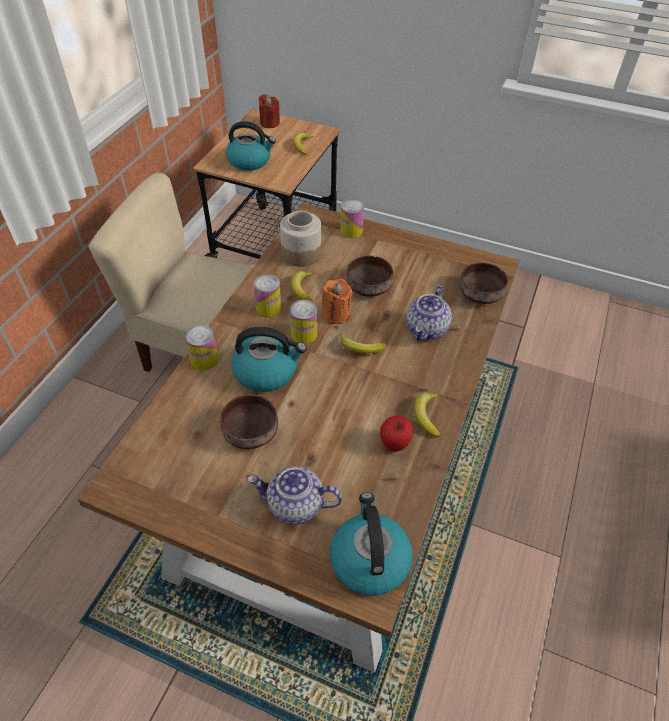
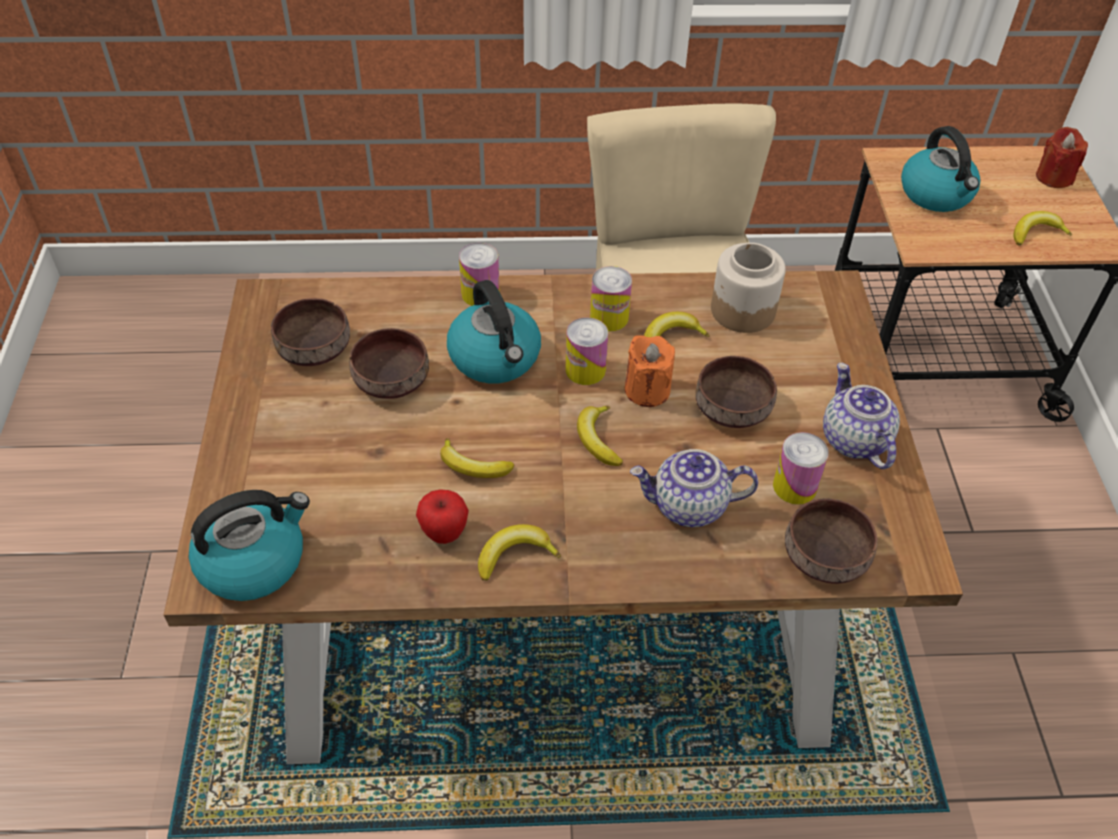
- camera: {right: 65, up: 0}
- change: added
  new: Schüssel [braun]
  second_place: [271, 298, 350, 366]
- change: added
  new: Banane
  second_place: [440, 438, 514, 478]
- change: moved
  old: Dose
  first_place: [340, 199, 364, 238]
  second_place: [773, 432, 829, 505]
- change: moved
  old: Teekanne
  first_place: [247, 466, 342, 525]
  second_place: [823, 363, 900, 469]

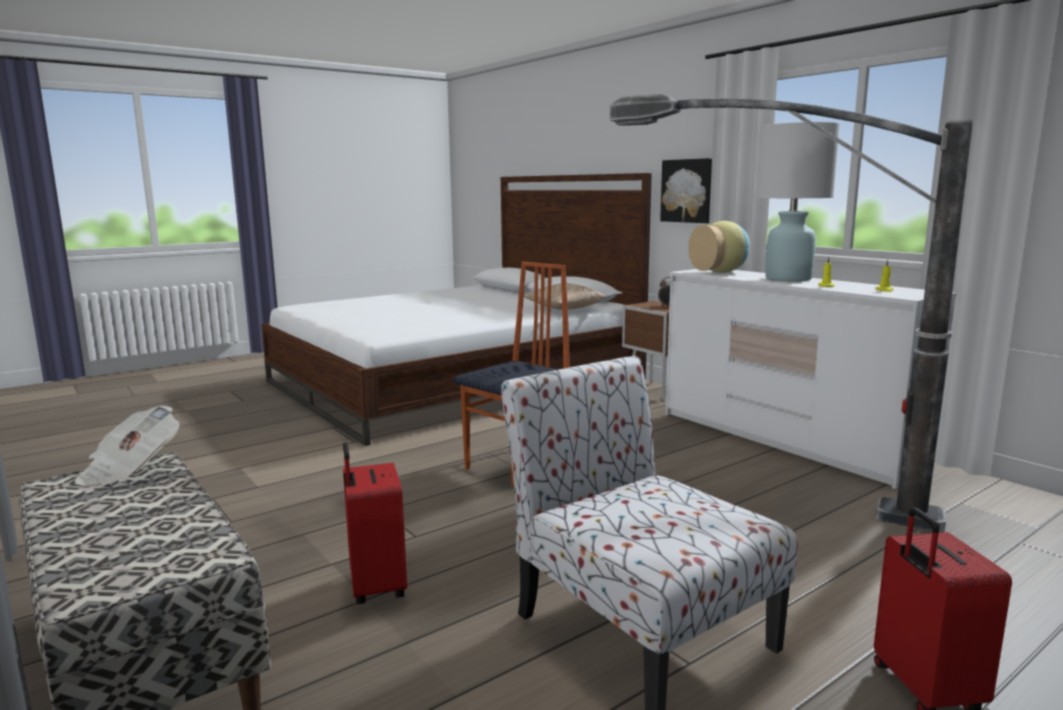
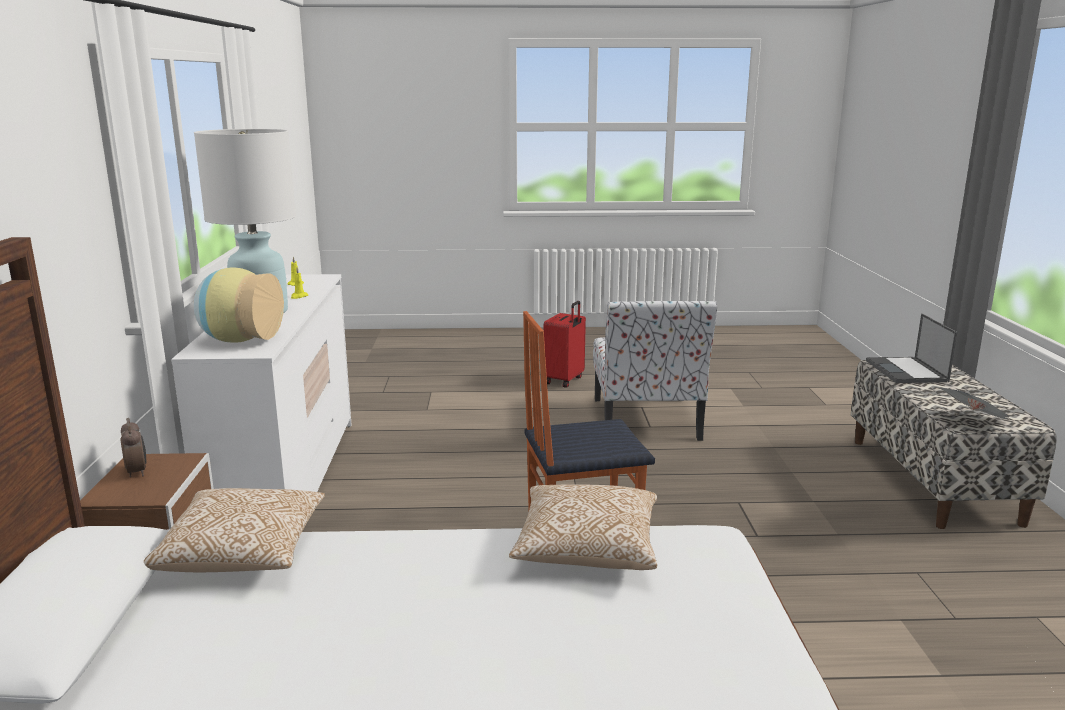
- camera: {right: -145, up: 5}
- change: added
  new: Kissen
  second_place: [509, 484, 657, 570]
- change: added
  new: Laptop
  second_place: [866, 313, 958, 383]
- change: removed
  old: Koffer [rot]
  first_place: [343, 442, 407, 604]
- change: removed
  old: Stehlampe
  first_place: [609, 94, 973, 532]
- change: removed
  old: Bild
  first_place: [660, 158, 712, 223]

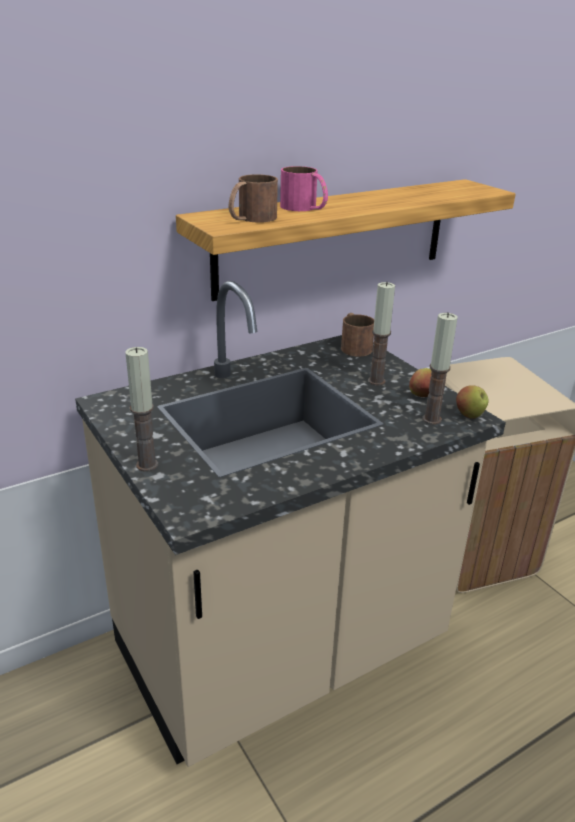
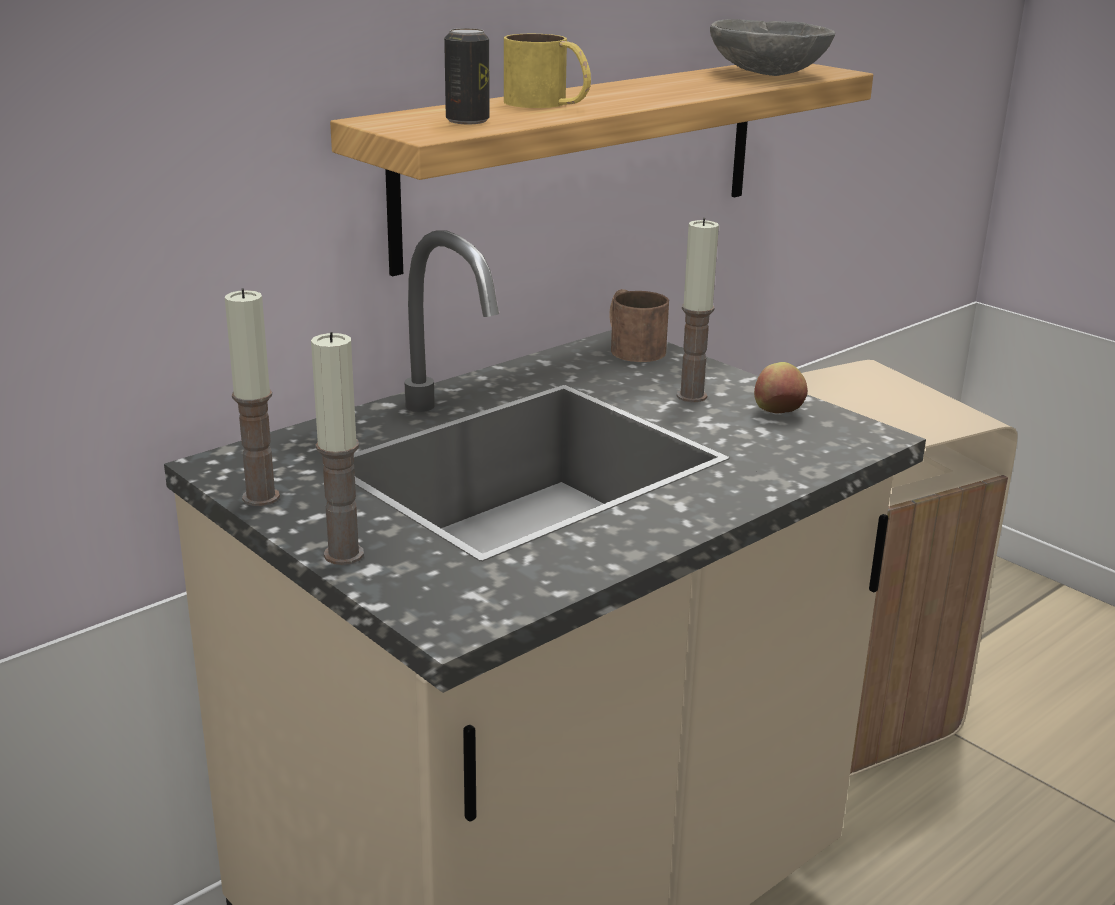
- camera: {right: -10, up: -5}
- change: moved
  old: Kerze
  first_place: [422, 312, 458, 425]
  second_place: [225, 288, 280, 506]
- change: replaced
  old: Henkelbecher [braun]
  new: Dose
  first_place: [229, 174, 278, 223]
  second_place: [444, 28, 490, 124]
- change: recoloured
  old: Henkelbecher [rosa]
  new: Henkelbecher [gelb]
  first_place: [280, 166, 328, 211]
  second_place: [504, 34, 591, 108]
- change: added
  new: Schüssel [grau]
  second_place: [710, 19, 835, 76]
- change: removed
  old: Apfel
  first_place: [456, 385, 489, 419]

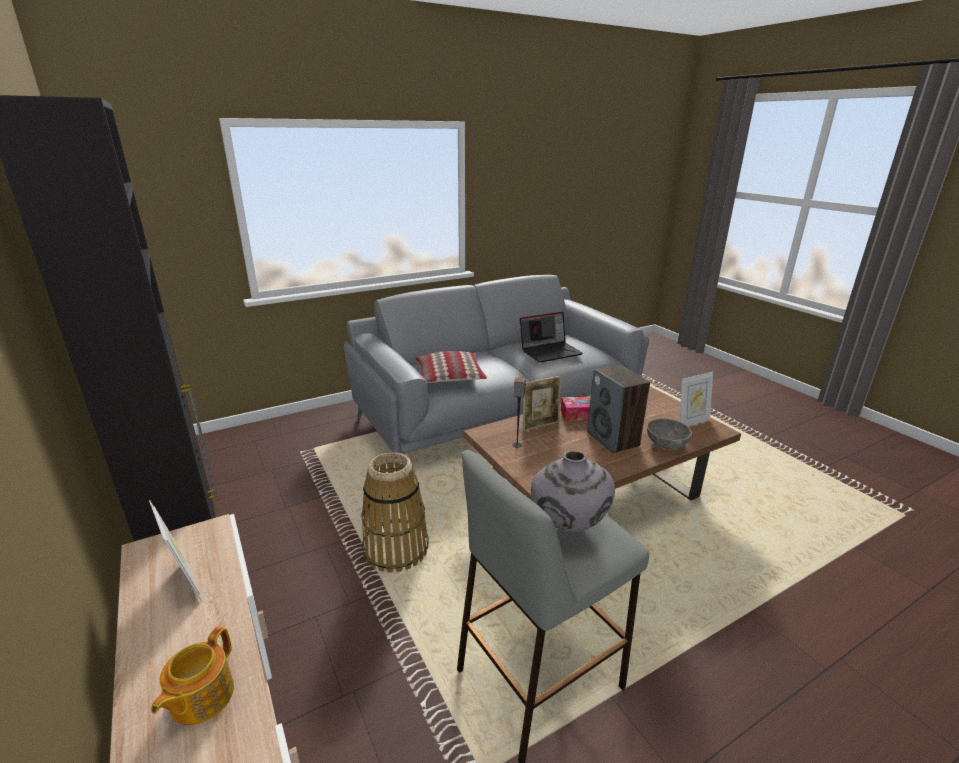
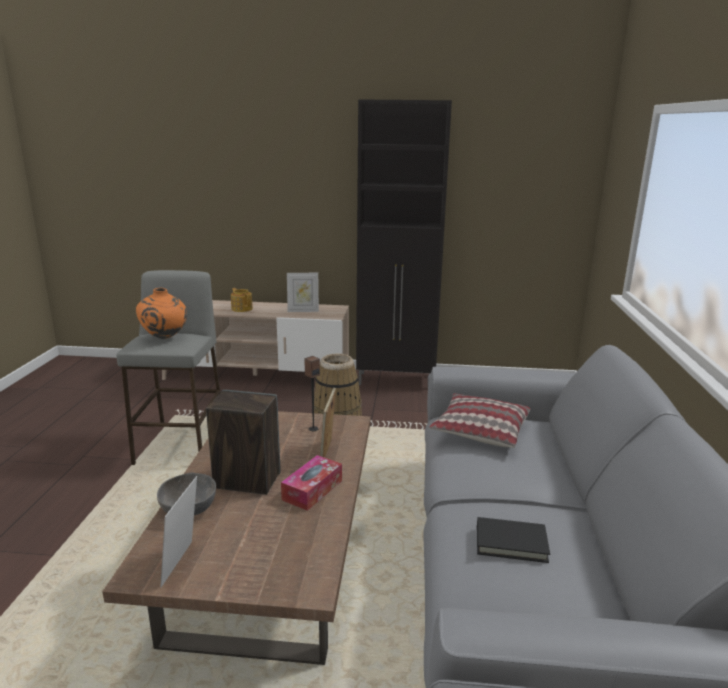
- camera: {right: 125, up: -5}
- change: recoloured
  old: Vase [grau]
  new: Vase [orange]
  first_place: [531, 451, 615, 532]
  second_place: [136, 288, 187, 339]
- change: replaced
  old: Laptop
  new: Buch [schwarz]
  first_place: [520, 312, 583, 363]
  second_place: [477, 517, 550, 563]

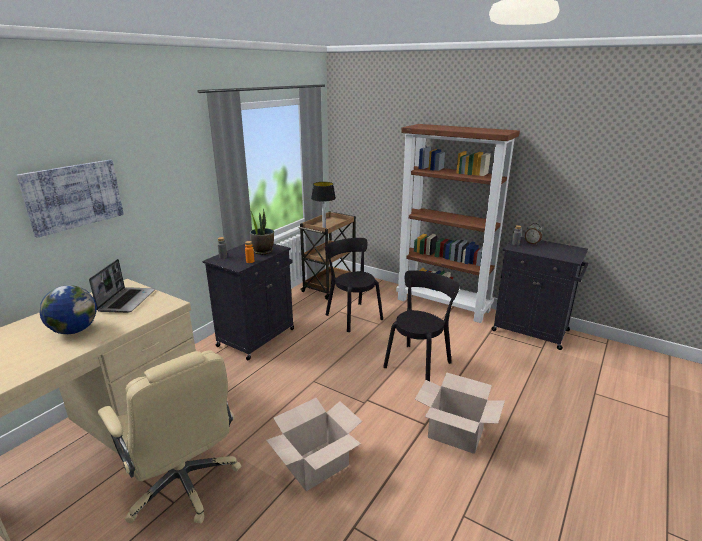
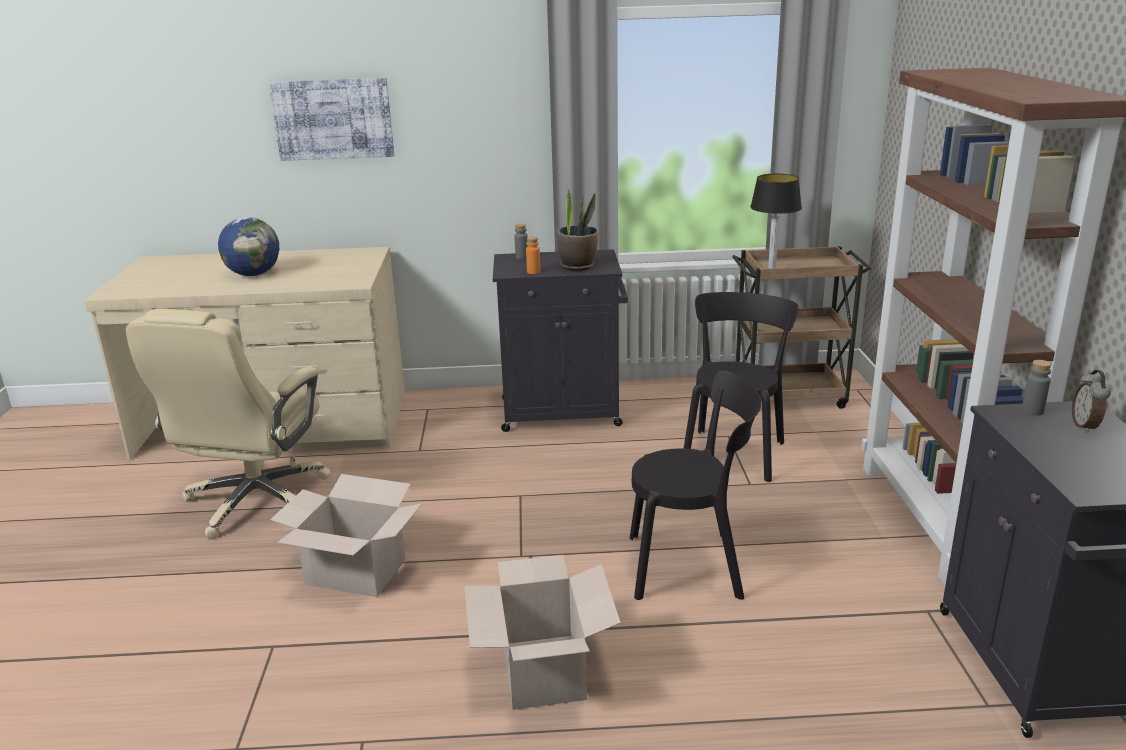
- camera: {right: 55, up: 0}
- change: removed
  old: Laptop
  first_place: [89, 259, 155, 313]

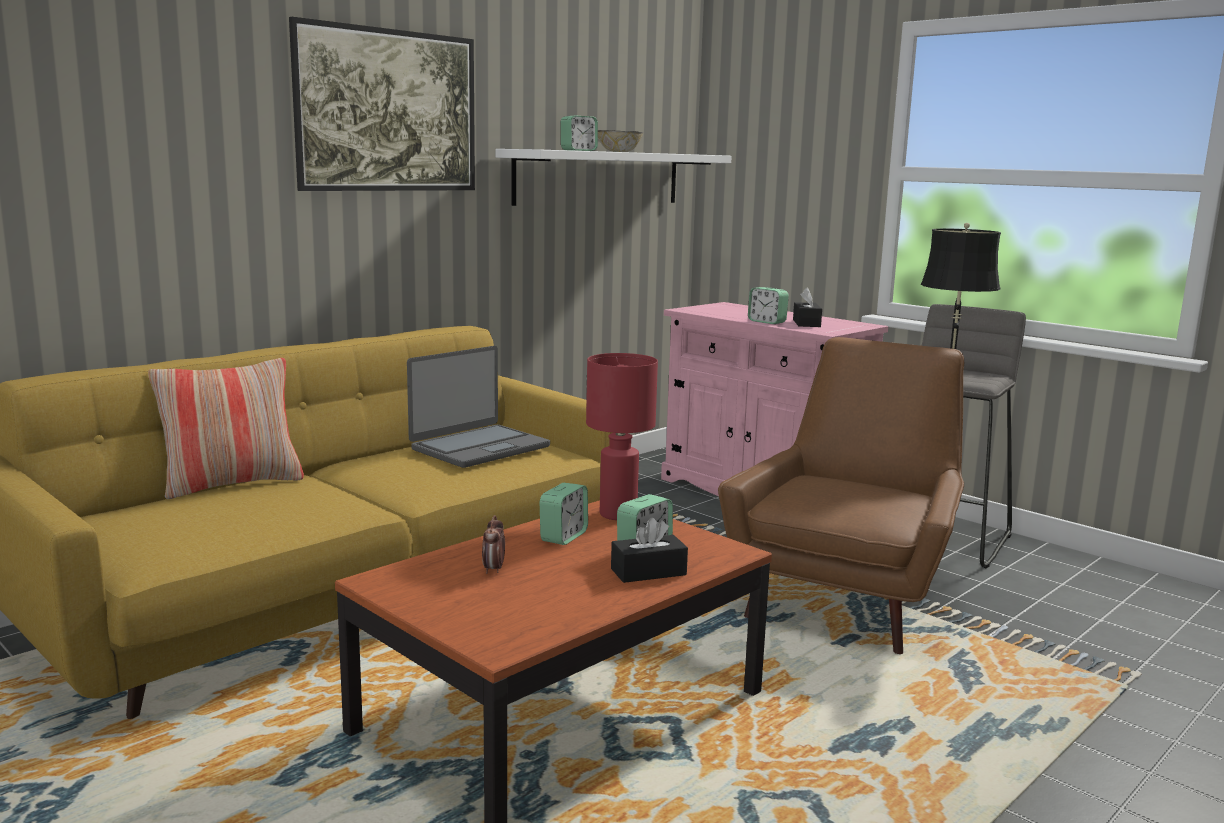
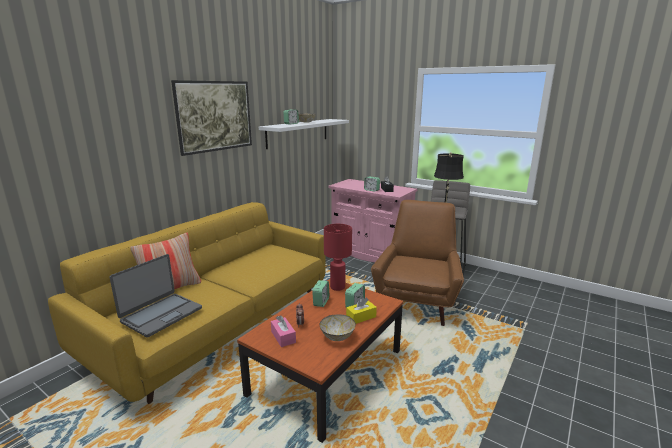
- camera: {right: -10, up: 5}
- change: moved
  old: Laptop
  first_place: [407, 346, 550, 468]
  second_place: [109, 254, 202, 337]
- change: added
  new: Taschentuchbox [rosa]
  second_place: [271, 315, 296, 347]
- change: added
  new: Schüssel
  second_place: [320, 315, 356, 341]
- change: recoloured
  old: Taschentuchbox [schwarz]
  new: Taschentuchbox [gelb]
  first_place: [611, 518, 688, 583]
  second_place: [346, 297, 377, 324]

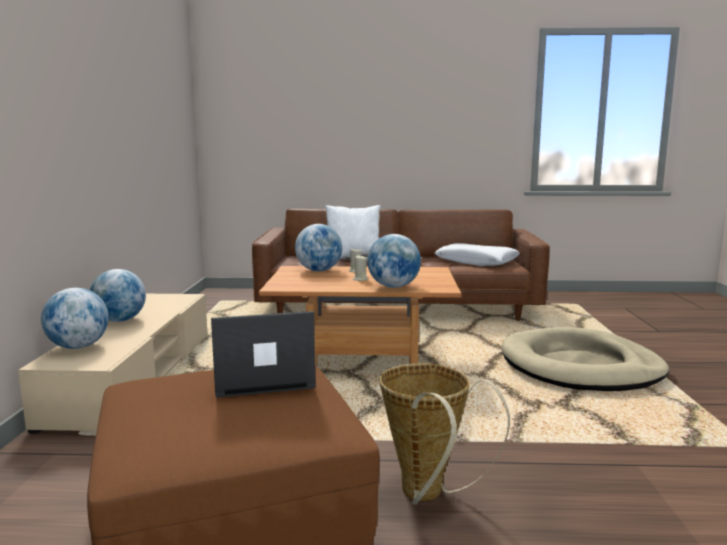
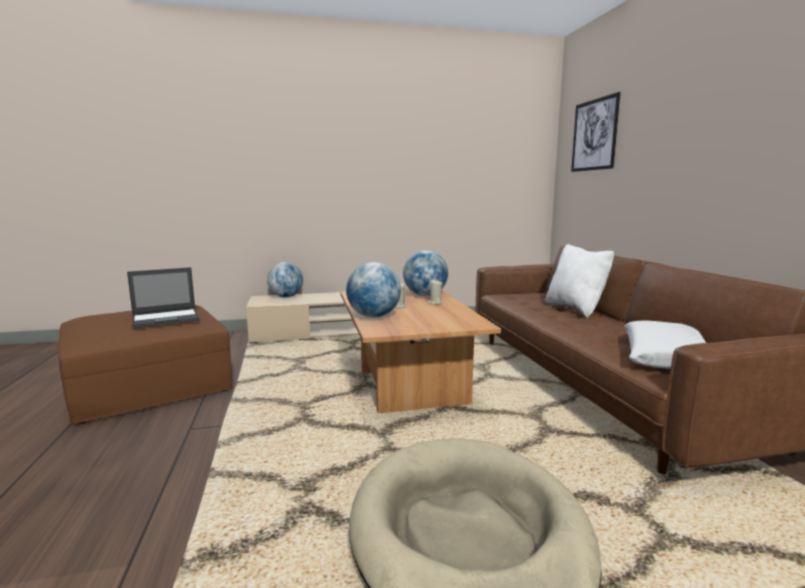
- camera: {right: 75, up: 0}
- change: turned
  old: Laptop
  first_place: [211, 311, 316, 398]
  second_place: [127, 267, 200, 329]
  degrees: 90
- change: added
  new: Bild
  second_place: [571, 92, 620, 172]
- change: removed
  old: Globus
  first_place: [90, 269, 146, 322]
- change: removed
  old: Korb
  first_place: [379, 363, 510, 505]

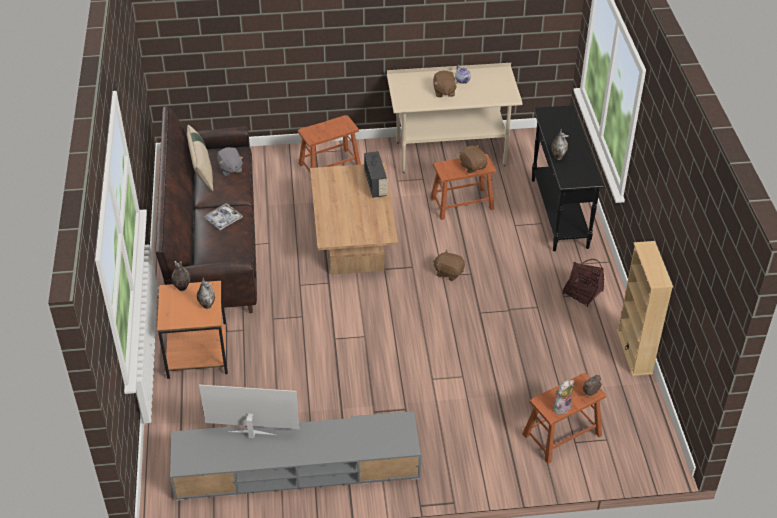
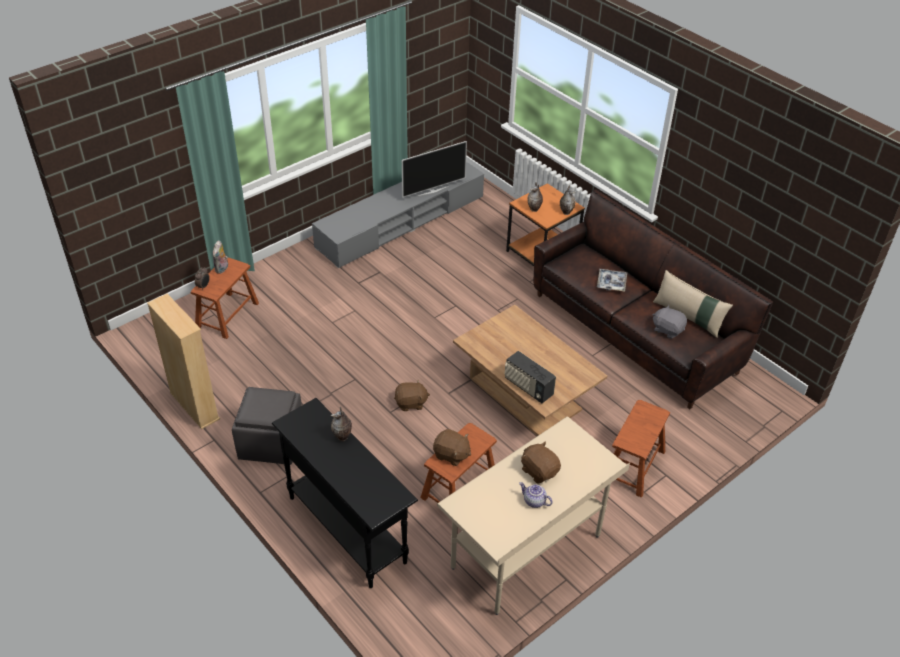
- camera: {right: 145, up: 0}
- change: replaced
  old: Korb
  new: Polsterhocker [grau]
  first_place: [563, 259, 604, 307]
  second_place: [232, 387, 302, 465]

